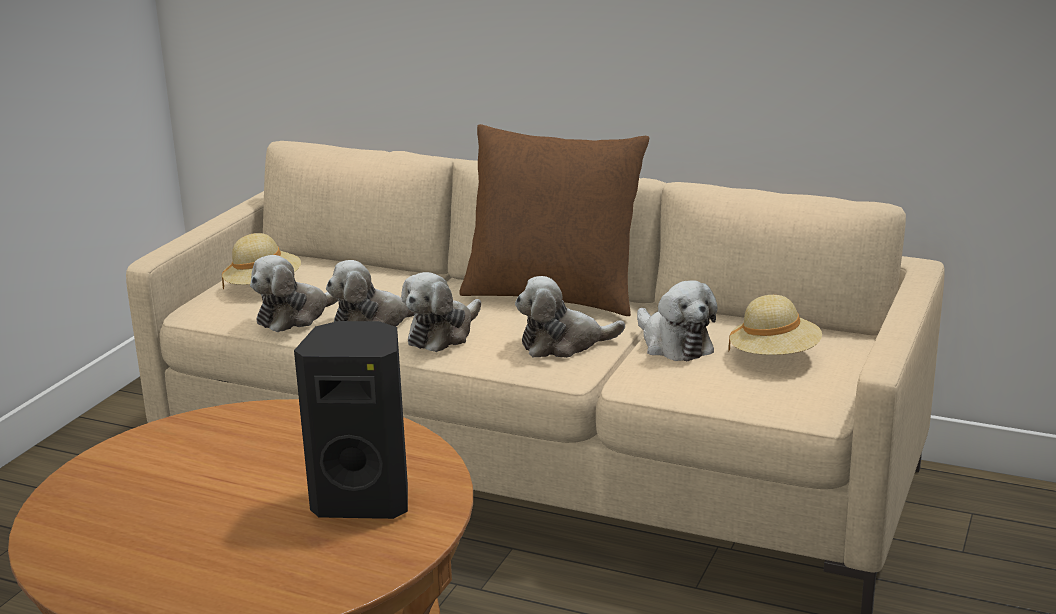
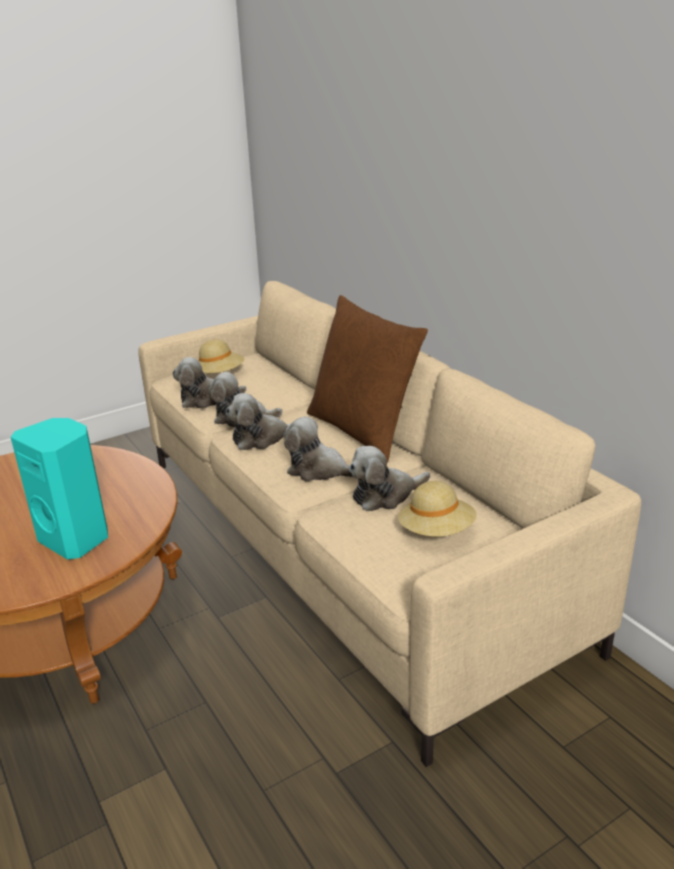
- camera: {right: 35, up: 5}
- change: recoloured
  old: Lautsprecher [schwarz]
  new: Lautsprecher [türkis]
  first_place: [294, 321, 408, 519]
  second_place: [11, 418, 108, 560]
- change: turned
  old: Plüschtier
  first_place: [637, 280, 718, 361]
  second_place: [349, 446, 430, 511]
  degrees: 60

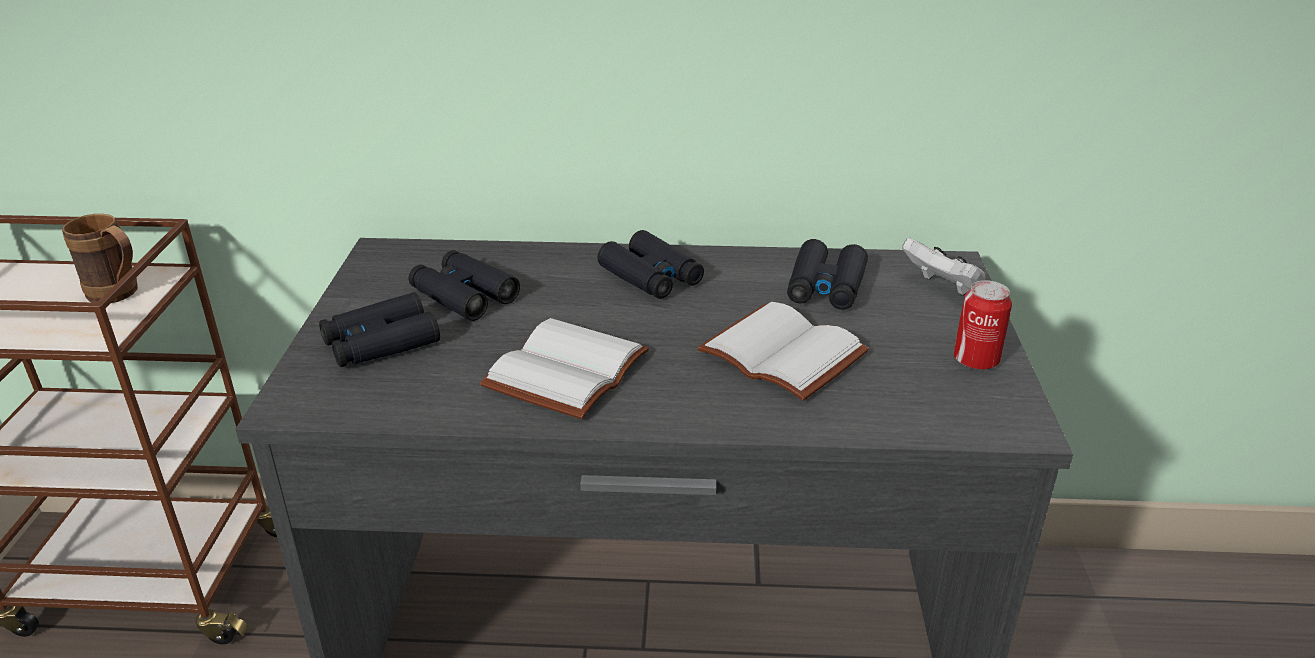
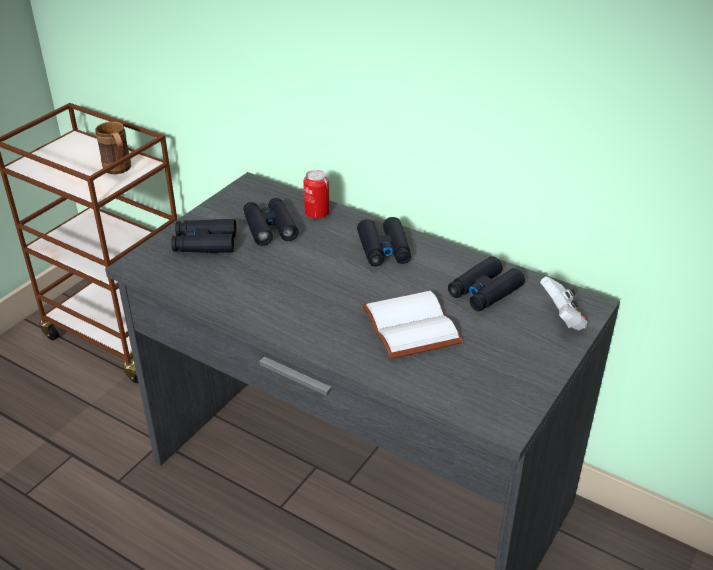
- camera: {right: 30, up: 5}
- change: moved
  old: Dose
  first_place: [954, 280, 1012, 370]
  second_place: [303, 170, 329, 219]
- change: removed
  old: Buch [weiß]
  first_place: [480, 318, 649, 419]

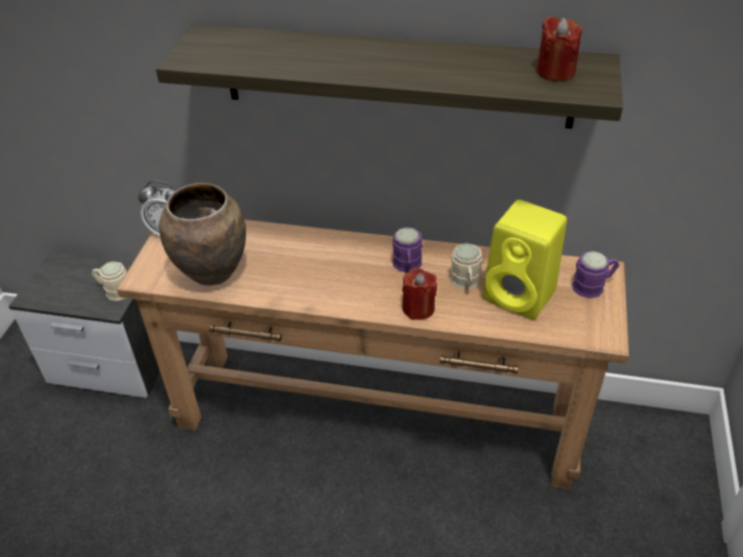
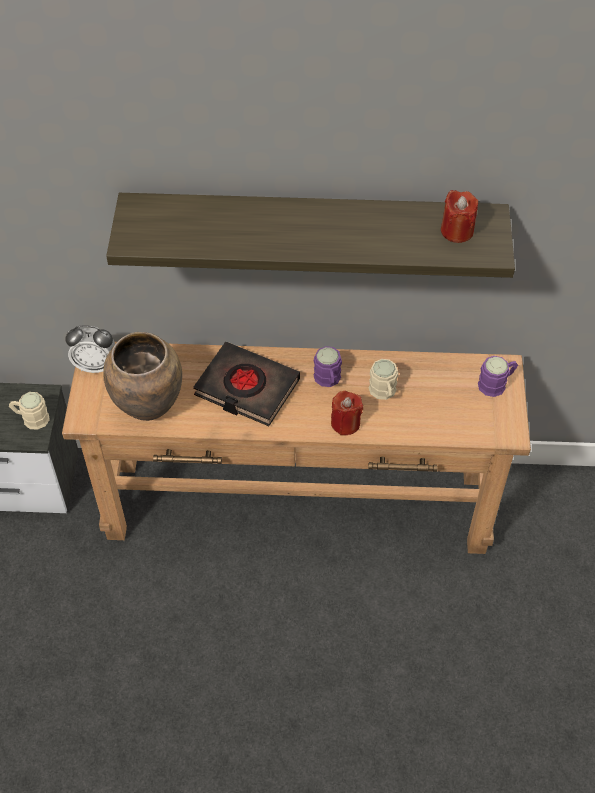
- camera: {right: -10, up: 10}
- change: added
  new: Buch [schwarz]
  second_place: [193, 342, 300, 426]
- change: removed
  old: Lautsprecher [gelb]
  first_place: [483, 200, 567, 320]

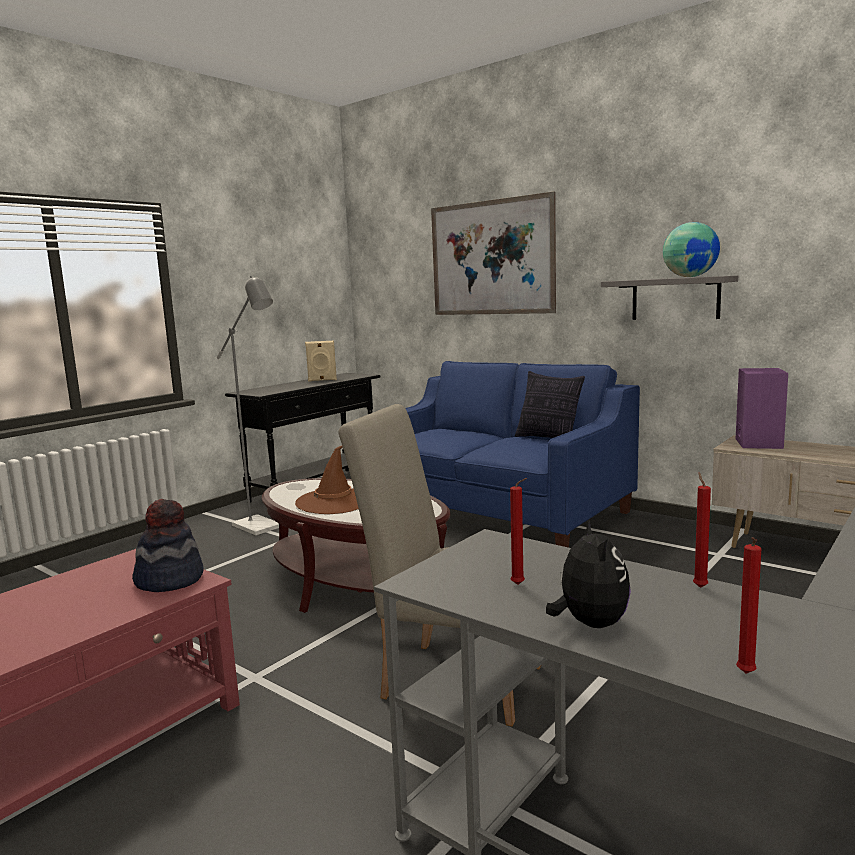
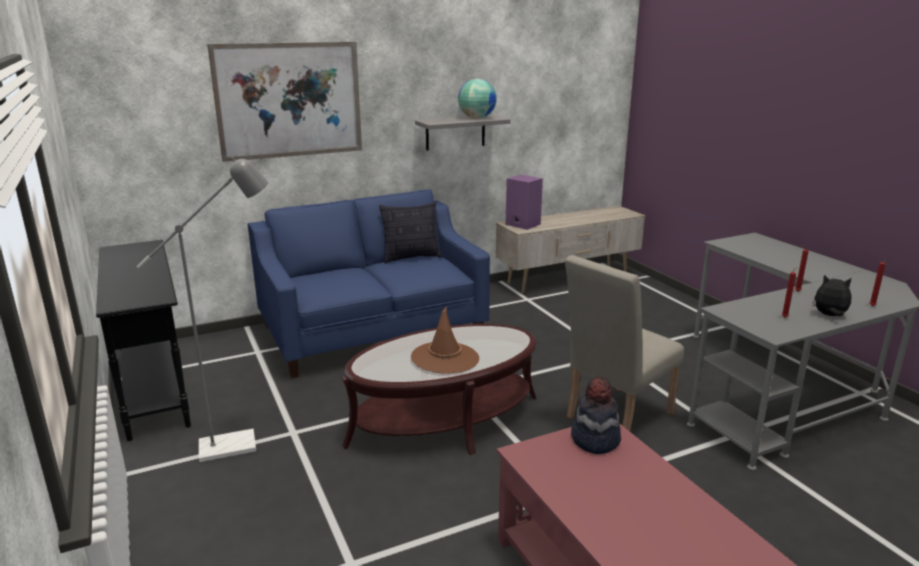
- camera: {right: -65, up: 10}
- change: removed
  old: Lautsprecher [beige]
  first_place: [305, 340, 337, 382]

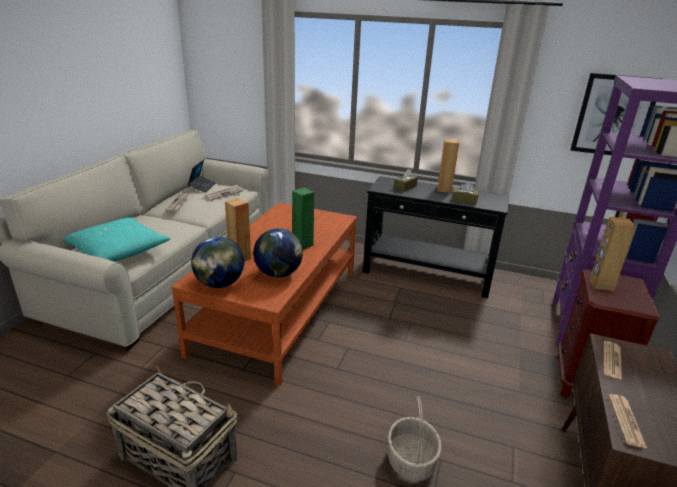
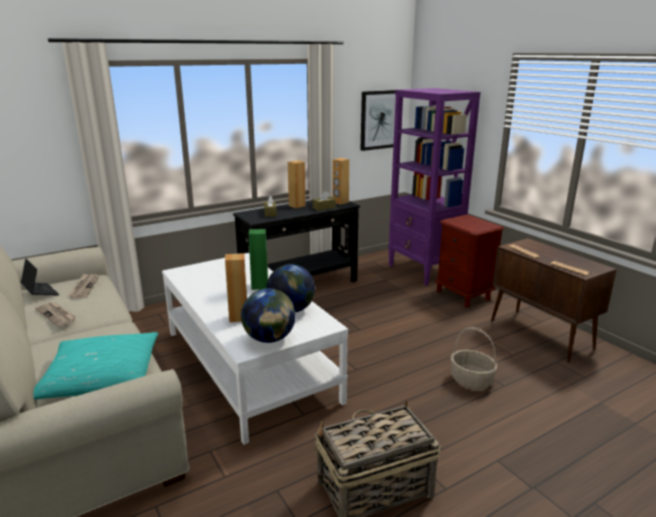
- camera: {right: -50, up: -5}
- change: recoloured
  old: Couchtisch [braun]
  new: Couchtisch [weiß]
  first_place: [171, 203, 357, 387]
  second_place: [162, 253, 348, 445]
- change: moved
  old: Lautsprecher [braun]
  first_place: [590, 217, 636, 291]
  second_place: [333, 158, 349, 205]

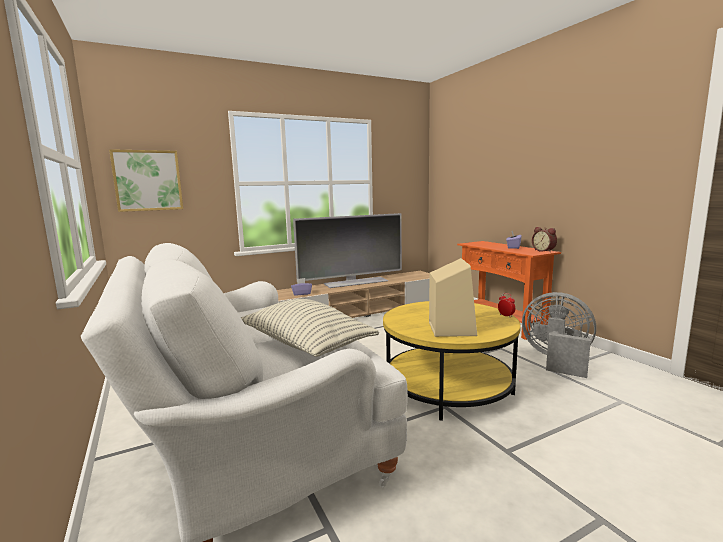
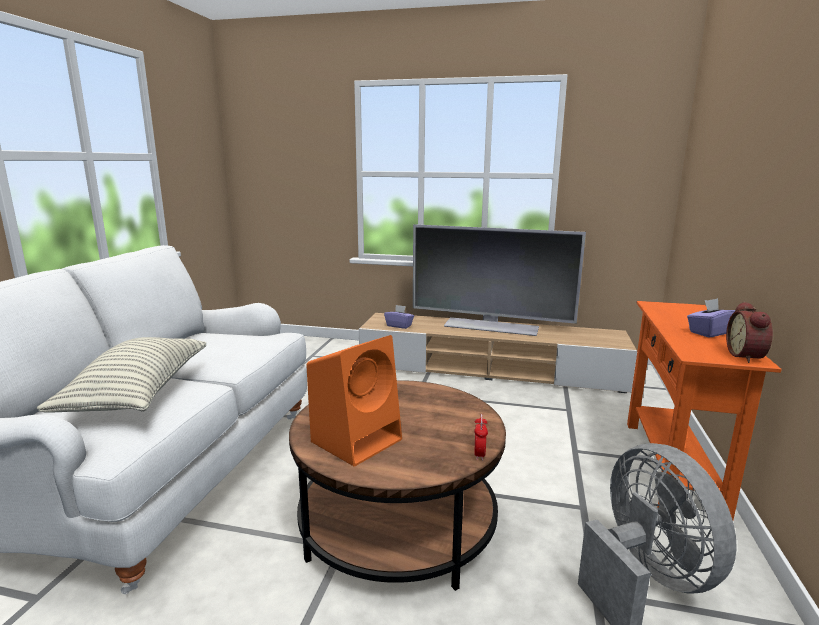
- camera: {right: 40, up: 5}
- change: recoloured
  old: Couchtisch [gelb]
  new: Couchtisch [braun]
  first_place: [383, 301, 521, 421]
  second_place: [289, 380, 506, 591]
- change: recoloured
  old: Lautsprecher [beige]
  new: Lautsprecher [orange]
  first_place: [429, 258, 477, 337]
  second_place: [306, 335, 402, 467]
- change: removed
  old: Bild
  first_place: [109, 149, 183, 212]

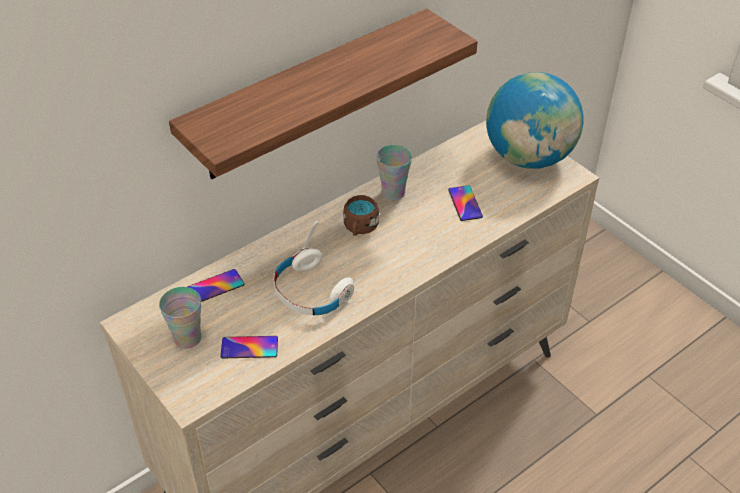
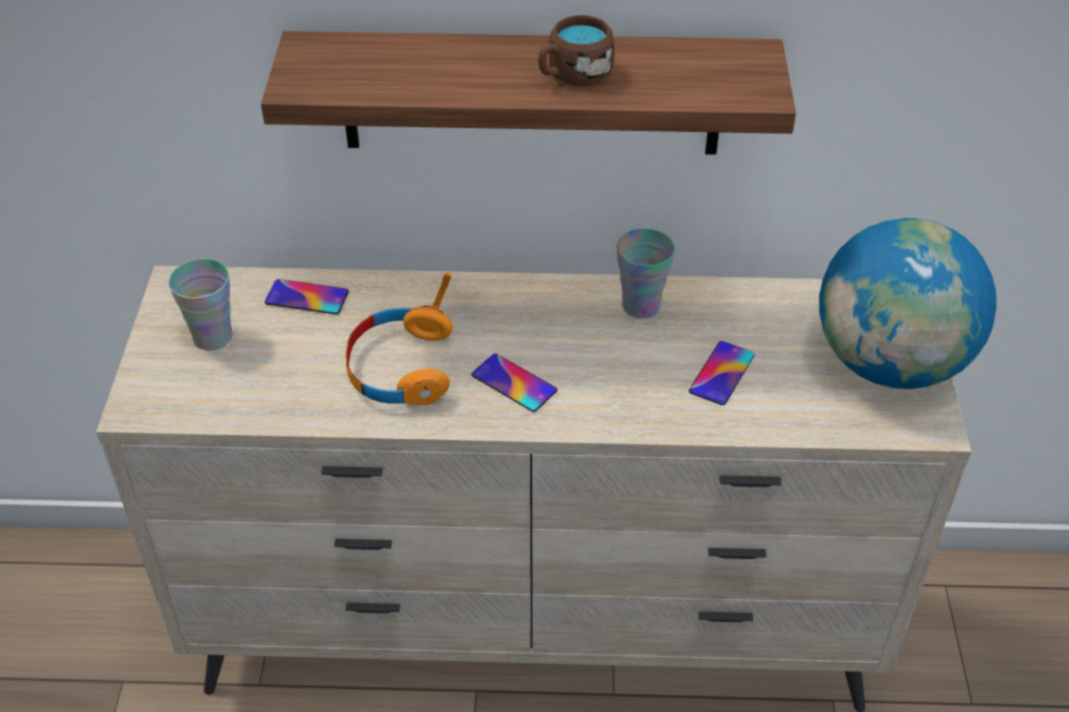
- camera: {right: 40, up: 0}
- change: recoloured
  old: Kopfhörer [weiß]
  new: Kopfhörer [orange]
  first_place: [274, 221, 354, 315]
  second_place: [345, 272, 453, 405]
- change: moved
  old: Handy
  first_place: [220, 336, 278, 358]
  second_place: [471, 353, 557, 412]
- change: moved
  old: Henkelbecher [braun]
  first_place: [343, 195, 379, 236]
  second_place: [538, 15, 615, 86]

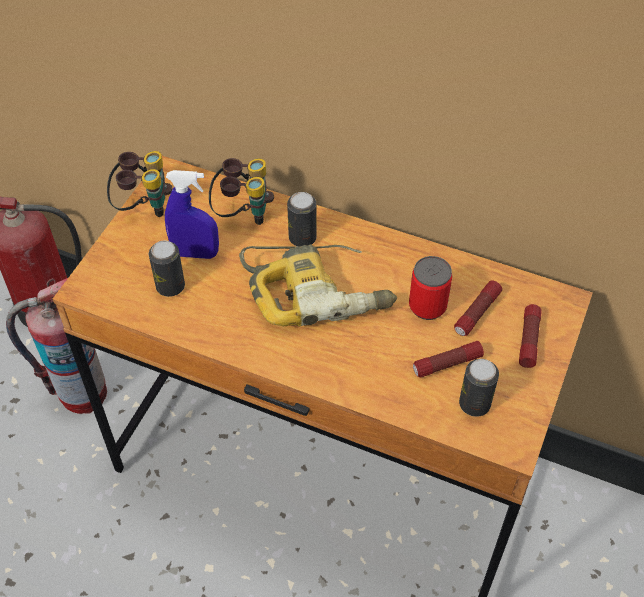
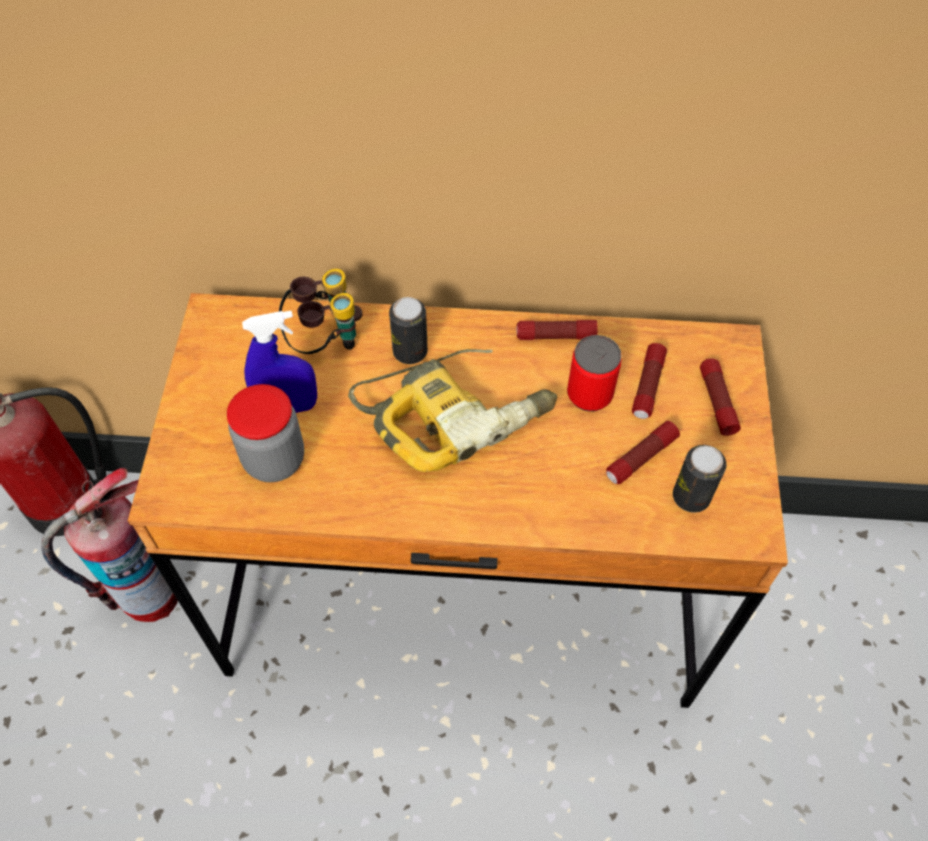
- camera: {right: -20, up: 5}
- change: replaced
  old: Dose
  new: Vorratsglas
  first_place: [149, 241, 185, 297]
  second_place: [227, 384, 304, 482]
- change: added
  new: Taschenlampe
  second_place: [517, 320, 598, 340]
- change: removed
  old: Fernglas
  first_place: [107, 151, 173, 217]

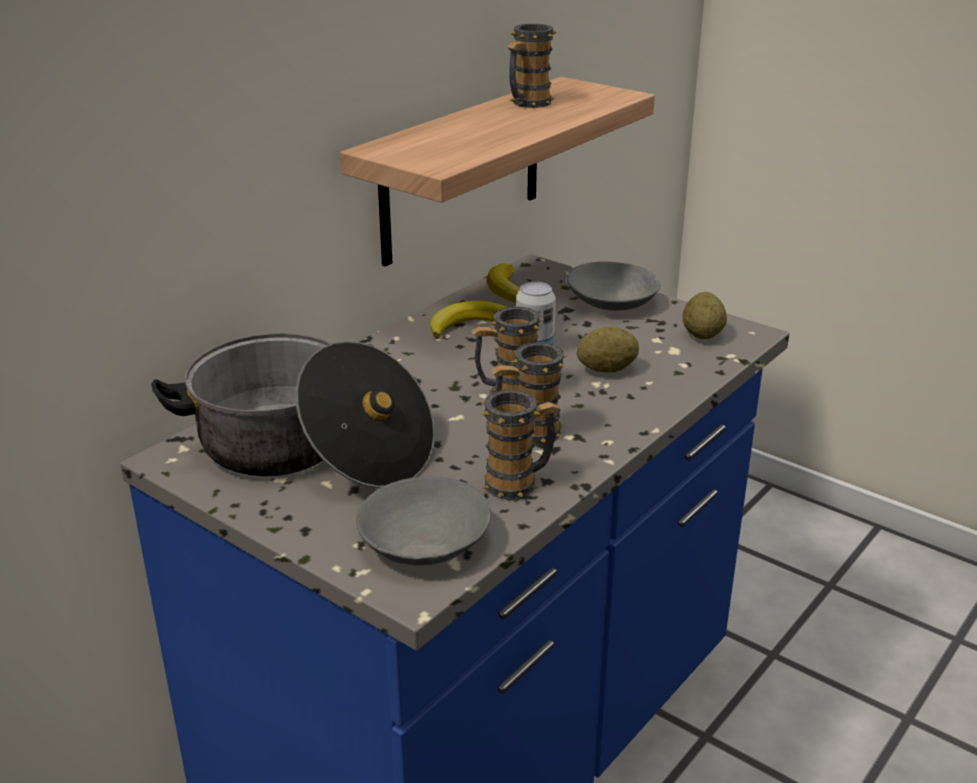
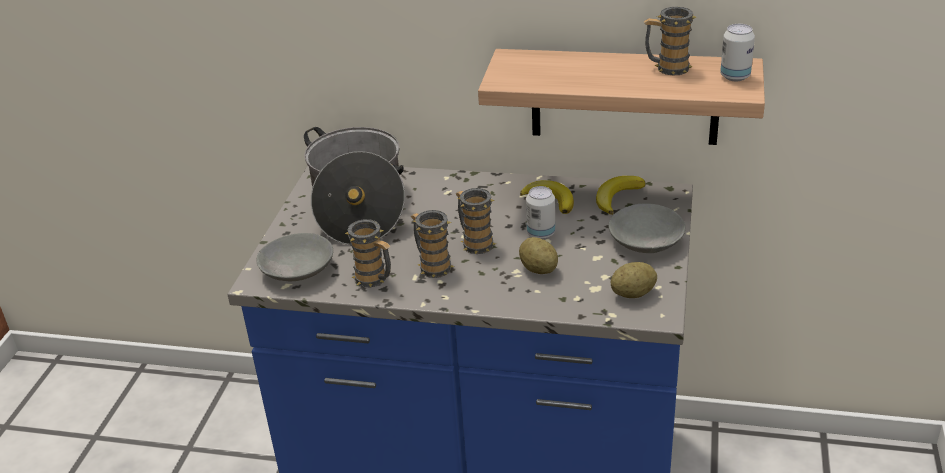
- camera: {right: 65, up: 5}
- change: added
  new: Dose
  second_place: [720, 24, 755, 81]

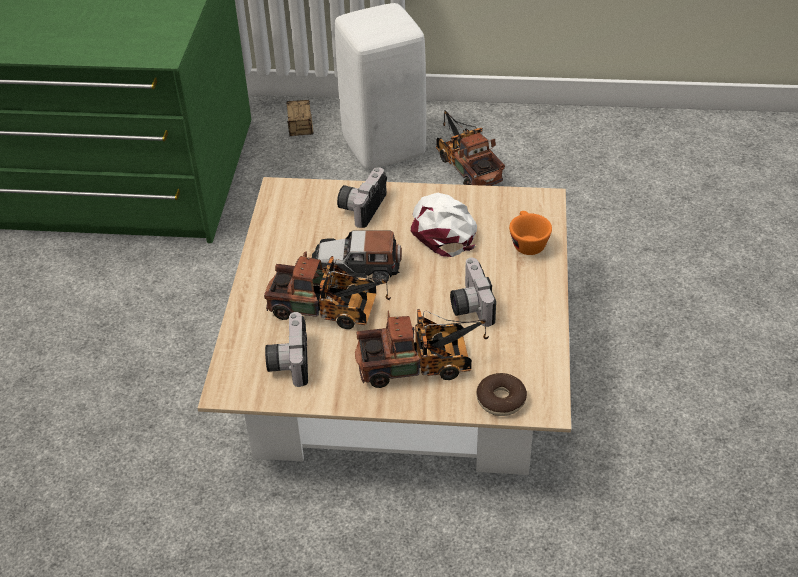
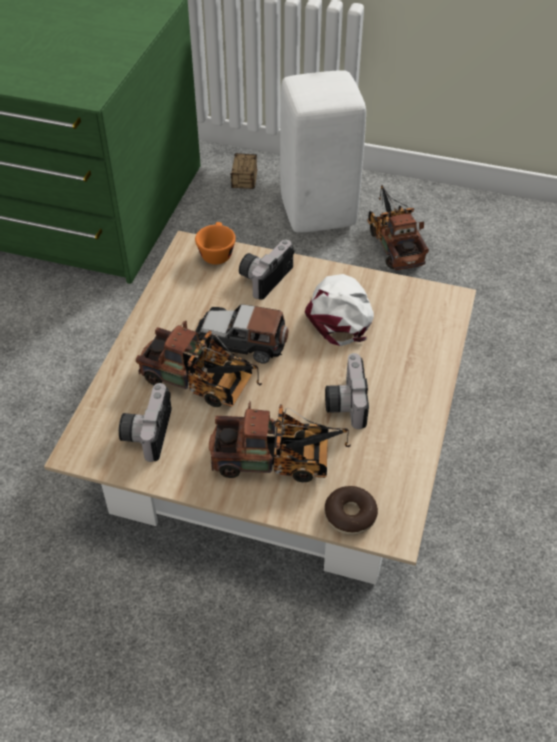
- camera: {right: 10, up: 5}
- change: moved
  old: Tasse [orange]
  first_place: [509, 211, 552, 255]
  second_place: [195, 222, 236, 265]

